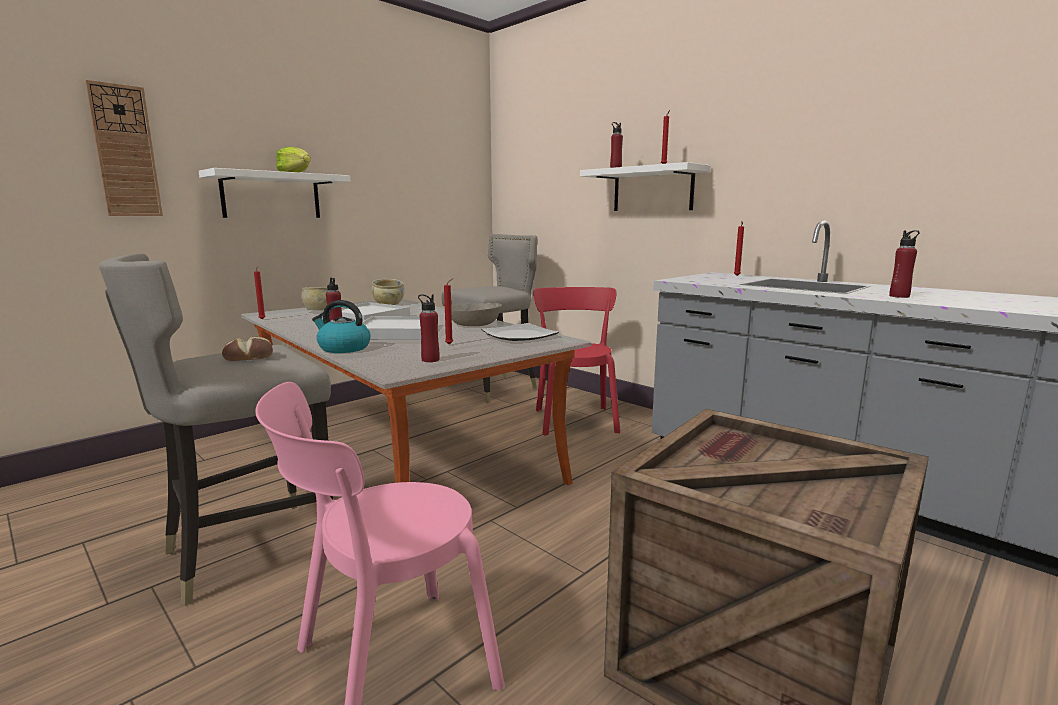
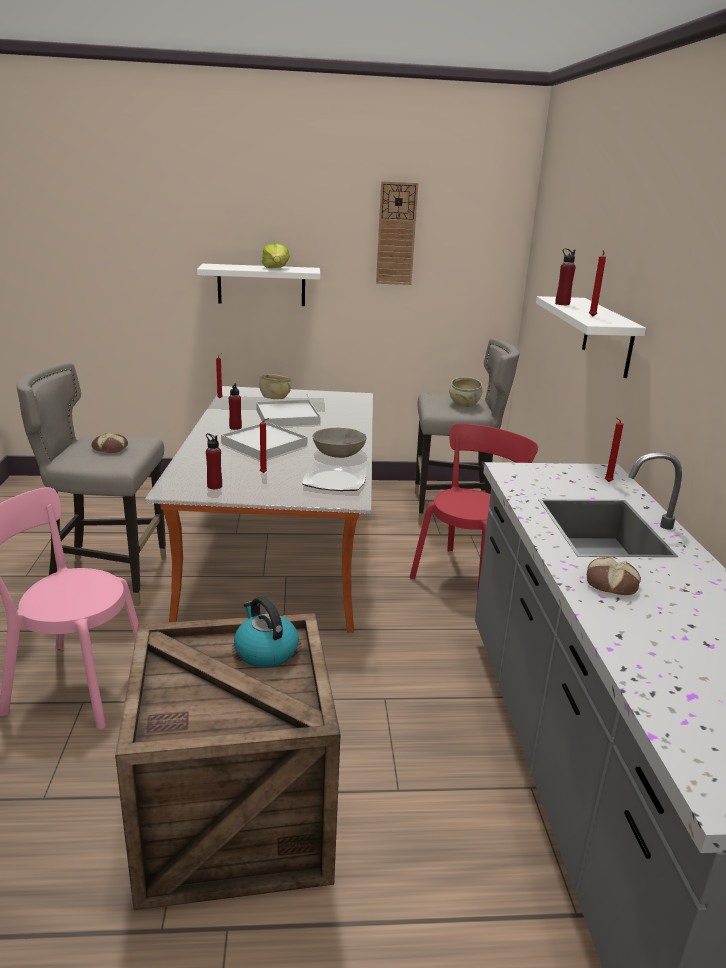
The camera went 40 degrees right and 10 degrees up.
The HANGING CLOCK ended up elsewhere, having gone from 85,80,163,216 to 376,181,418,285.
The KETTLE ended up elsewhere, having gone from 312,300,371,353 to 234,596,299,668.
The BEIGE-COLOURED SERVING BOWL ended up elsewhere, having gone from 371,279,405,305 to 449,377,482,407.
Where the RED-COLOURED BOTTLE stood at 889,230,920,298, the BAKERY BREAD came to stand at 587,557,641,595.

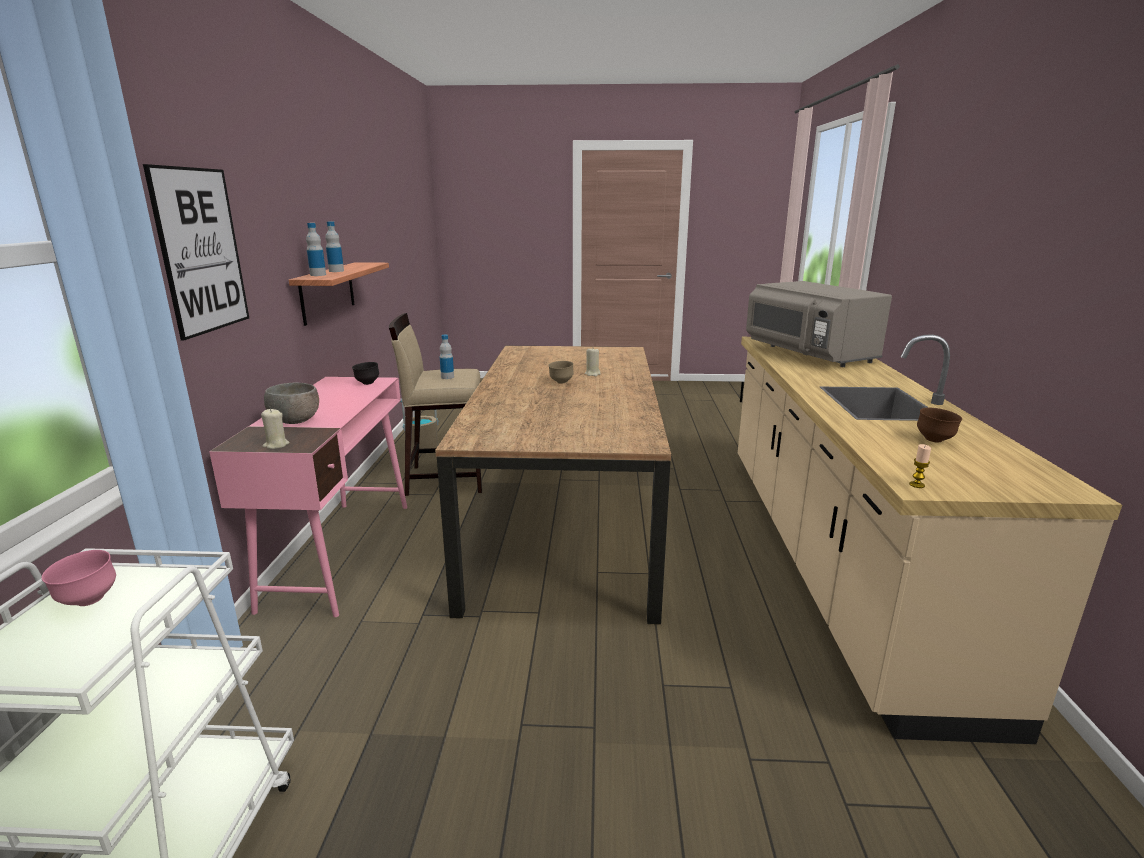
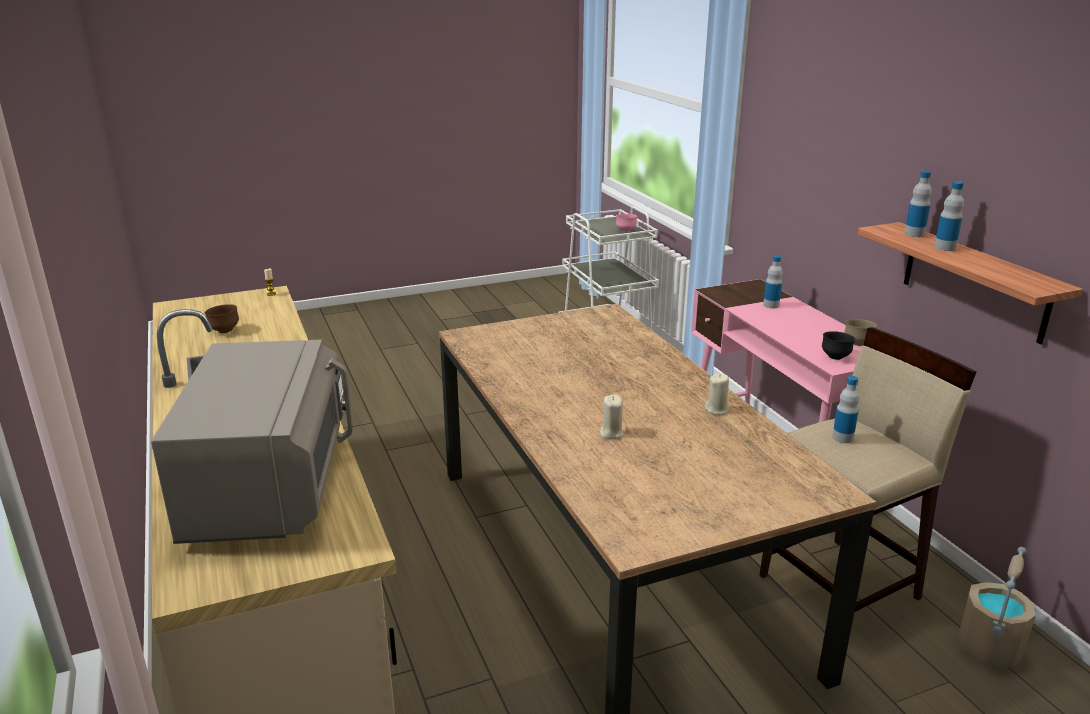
The camera went 155 degrees right and 5 degrees up.
The second view lost the WALL ART at 143,164,249,340.
The BEIGE-COLOURED CANDLE ended up elsewhere, having gone from 261,409,290,449 to 704,374,730,415.
The BROWN-COLOURED SERVING BOWL ended up elsewhere, having gone from 548,361,574,384 to 844,319,877,346.
Where the GREY SERVING BOWL stood at 264,383,319,424, the BOTTLE came to stand at 763,255,783,309.
The GREY KITCHEN MICROWAVE at 746,281,892,367 ended up facing another way, 45 degrees clockwise from before.

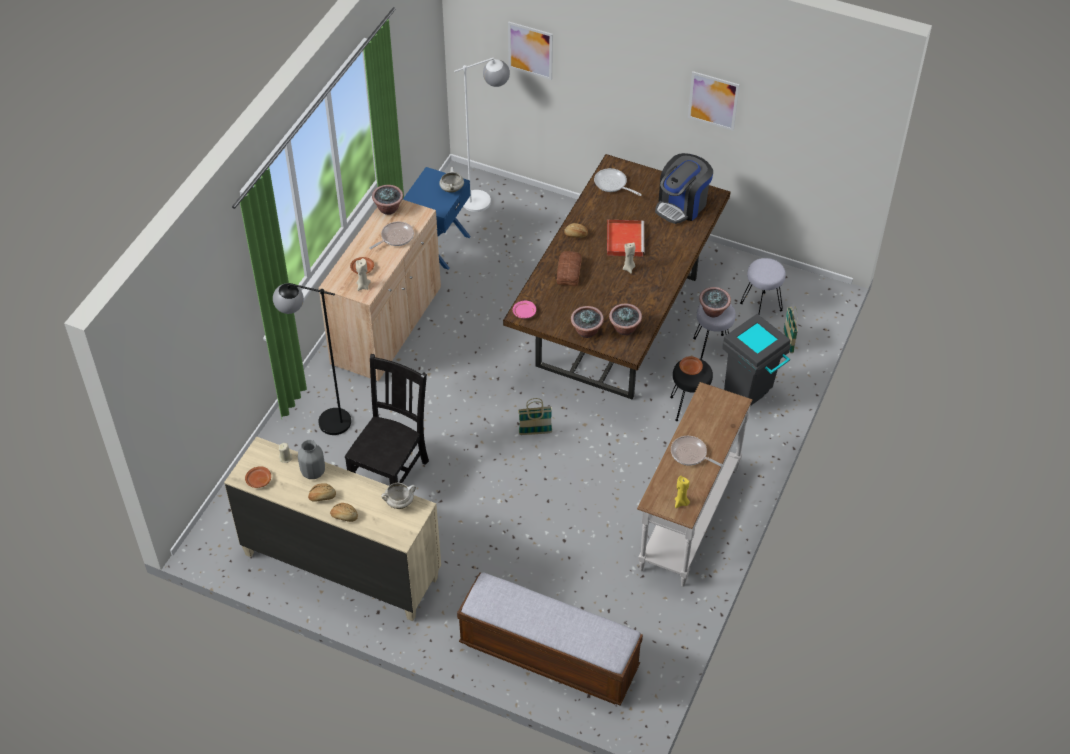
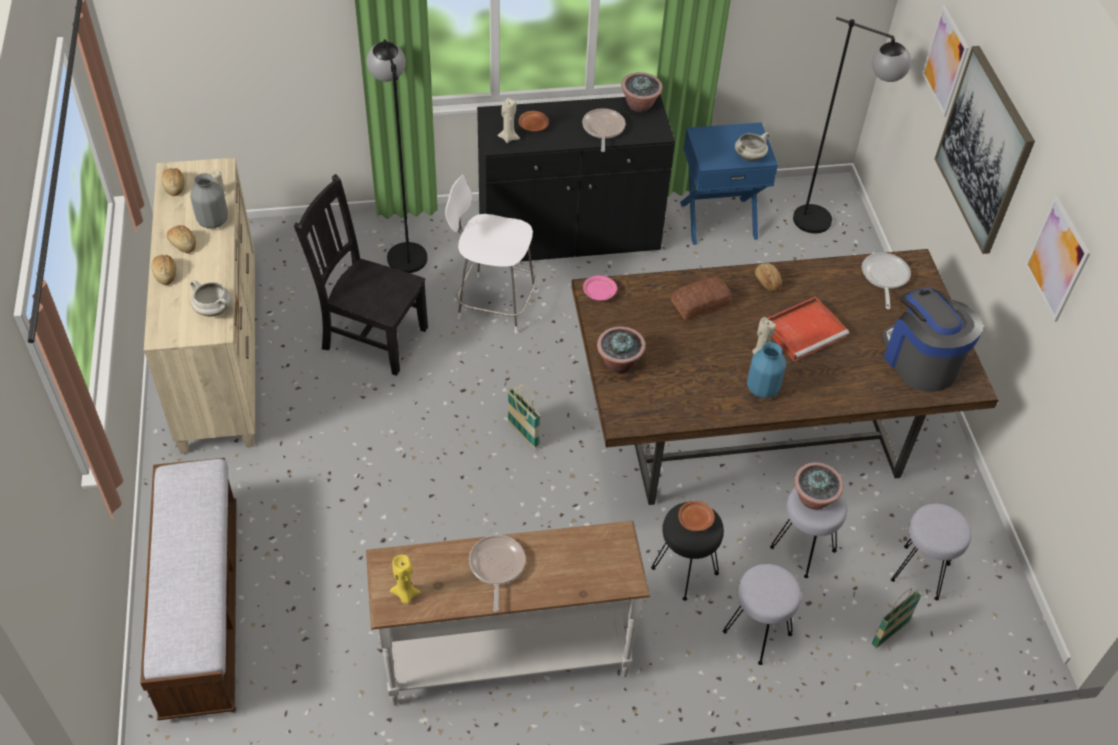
The camera went 55 degrees right and 0 degrees up.
The second view lost the HOUSEPLANT at 609,304,642,335.
The second view gained the WHITISH CHAIR at 445,175,537,333.
The second view gained the BLUE DECORATIVE VASE at 747,342,786,398.
The second view gained the WALL ART at 935,46,1035,254.
Where the BROWN-COLOURED PLATE stood at 245,466,271,488, the BAKERY BREAD came to stand at 161,168,184,196.
Where the GREY TRASH CAN stood at 723,314,791,406, the GREY STOOL came to stand at 723,564,801,665.
What was the BEIGE-COLOURED CABINET at 319,199,441,382 turned into the BLACK CABINET at 477,95,675,261.
What was the WHITISH STANDING LAMP at 454,58,510,212 turned into the BLACK STANDING LAMP at 793,17,911,233.
The BLACK CHAIR at 345,354,429,485 ended up facing another way, 150 degrees counterclockwise from before.
The FRYING PAN at 369,222,414,249 ended up facing another way, 105 degrees counterclockwise from before.
The COFFEE MAKER at 655,153,713,224 ended up facing another way, 60 degrees clockwise from before.

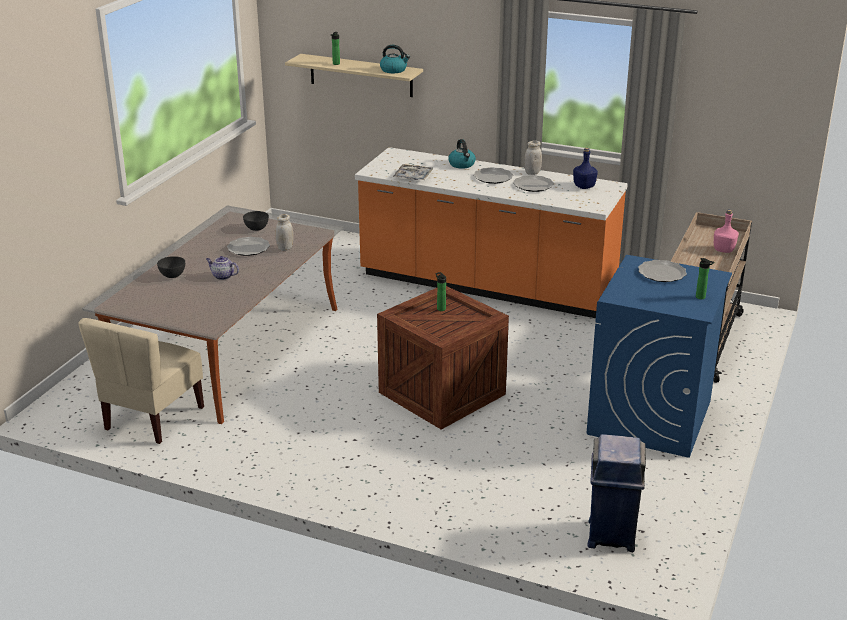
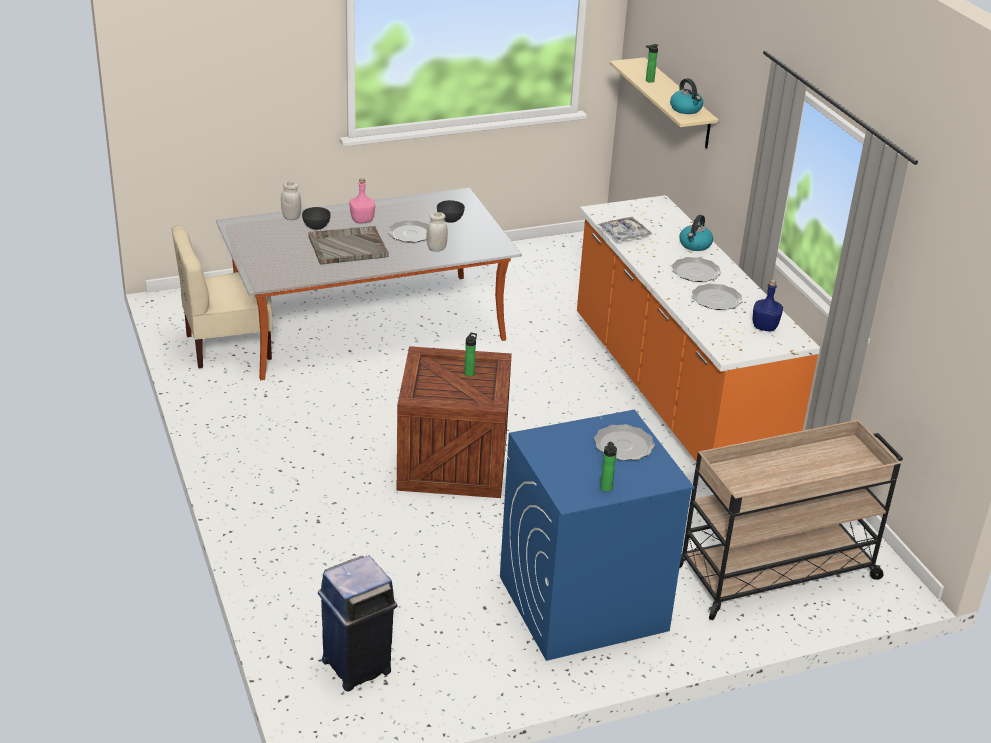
The camera went 45 degrees right and 5 degrees up.
The WHITISH JAR ended up elsewhere, having gone from 524,141,542,175 to 281,181,301,220.
The PINK-COLOURED BOTTLE ended up elsewhere, having gone from 714,210,739,253 to 349,178,375,223.
Where the POT FOR TEA stood at 206,256,239,280, the GREY TRAY came to stand at 308,226,389,265.

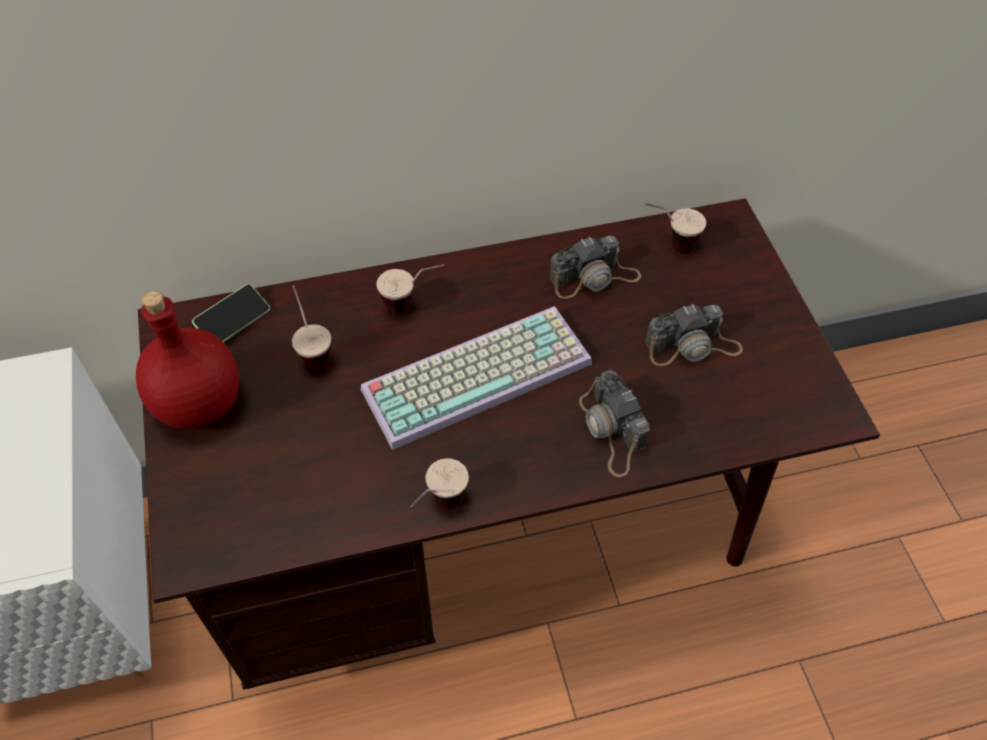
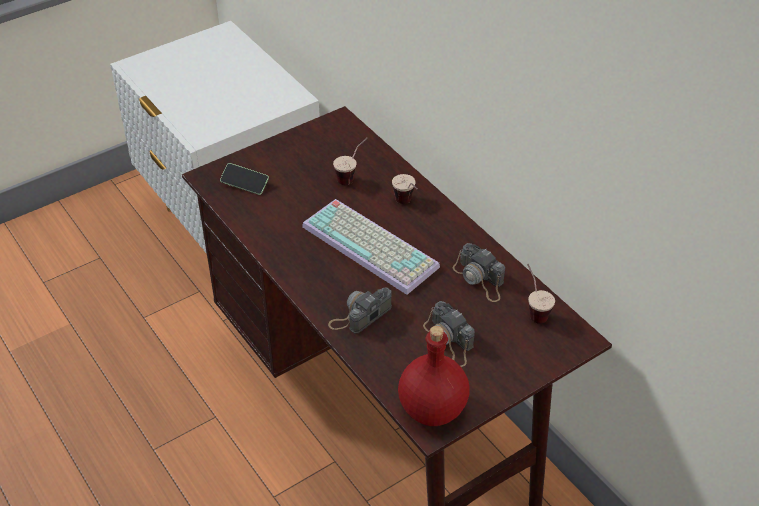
The camera went 70 degrees right and 10 degrees down.
The second view lost the SMALL CUP at 410,458,469,509.
The RED-COLOURED BOTTLE ended up elsewhere, having gone from 136,291,239,429 to 398,326,470,426.
The PHONE ended up elsewhere, having gone from 192,284,270,342 to 220,163,269,195.

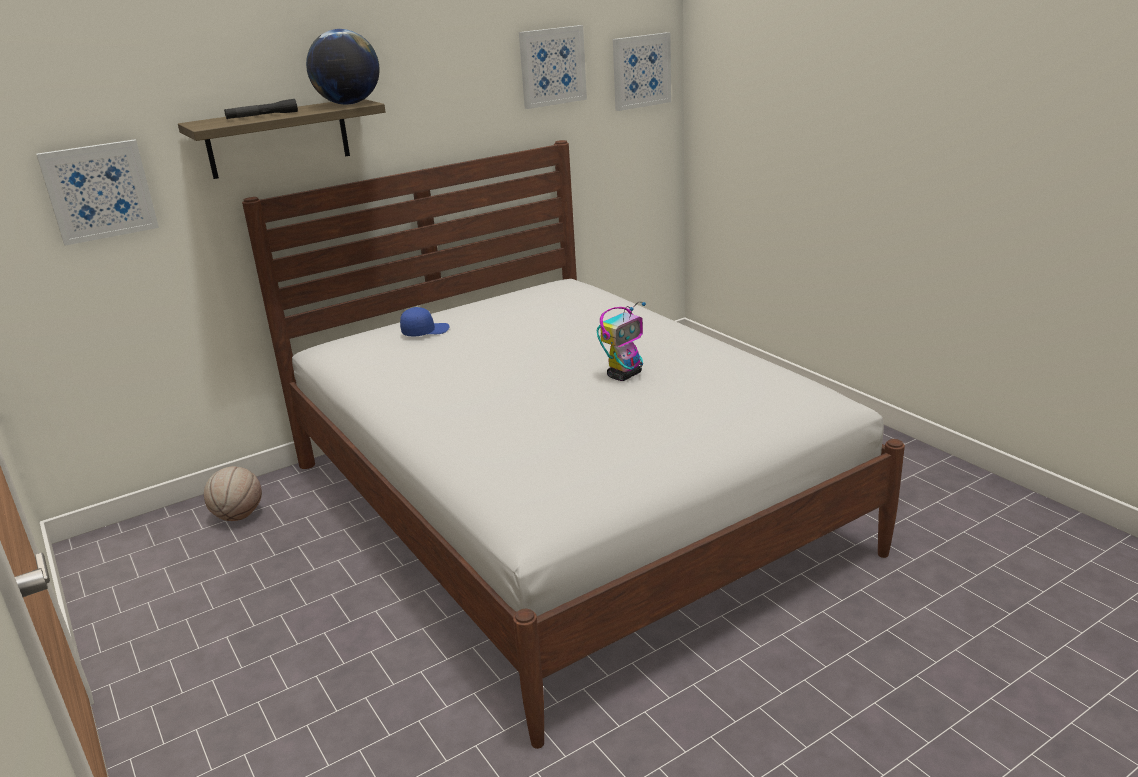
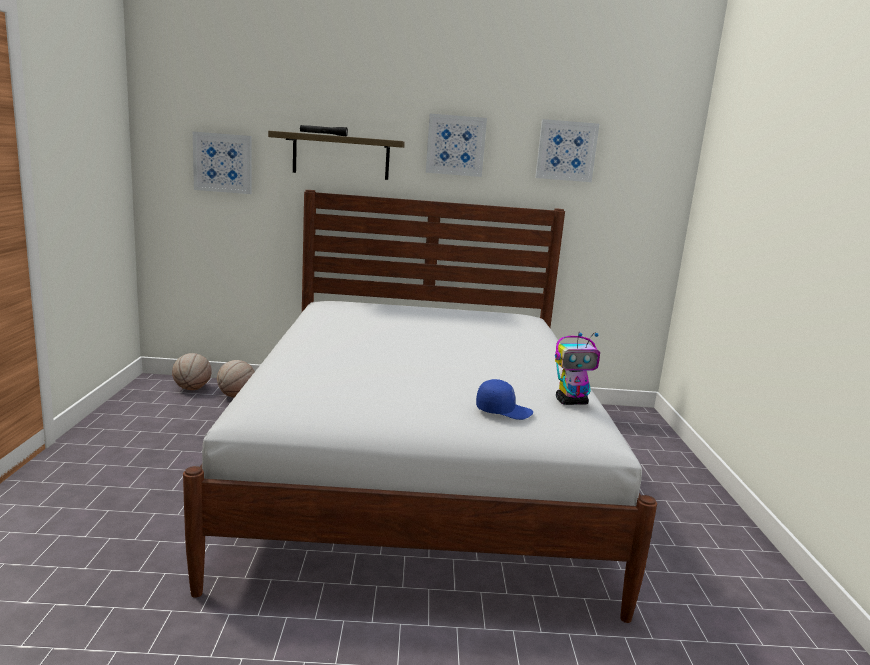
The camera went 30 degrees right and 10 degrees down.
The second view lost the DESK GLOBE at 306,29,380,105.
The second view gained the BALL FOR BASKETBALL at 172,353,212,390.
The BLUE PEAKED CAP ended up elsewhere, having gone from 400,307,450,336 to 476,379,533,420.
The TOY ROBOT ended up elsewhere, having gone from 597,302,646,381 to 555,332,600,405.
The WALL ART ended up elsewhere, having gone from 613,32,671,111 to 426,113,487,177.

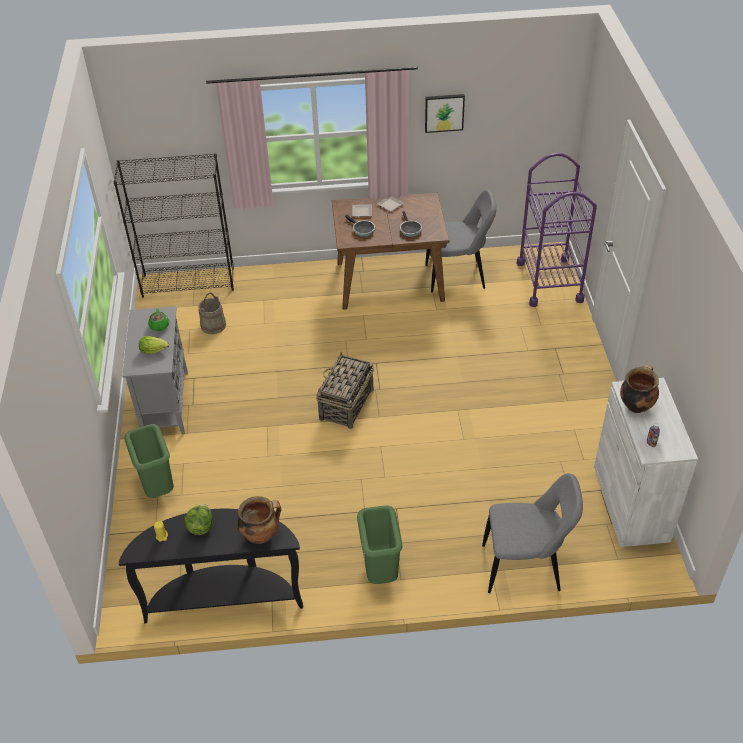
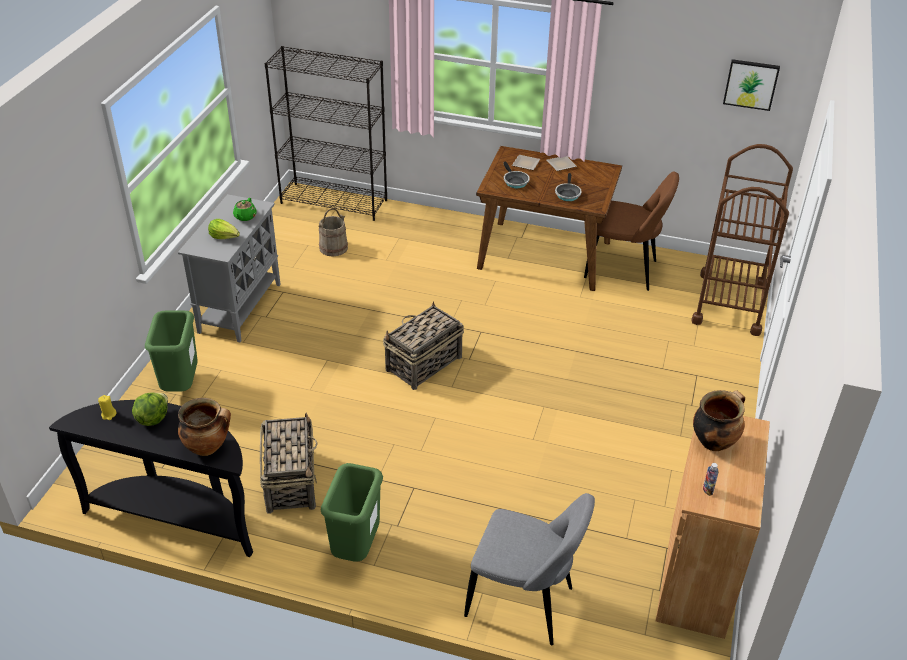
The camera went 20 degrees right and 5 degrees down.
The second view gained the STORAGE BASKET at 260,413,318,514.
The WALL ART ended up elsewhere, having gone from 425,94,465,133 to 723,59,780,111.
What was the GREY CHAIR at 425,189,496,293 turned into the BROWN-COLOURED CHAIR at 584,172,679,291.
What was the PURPLE-COLOURED CART at 517,153,597,307 turned into the BROWN-COLOURED CART at 691,144,793,336.
What was the WHITISH CABINET at 594,378,698,547 turned into the BROWN-COLOURED CABINET at 655,416,770,639.

